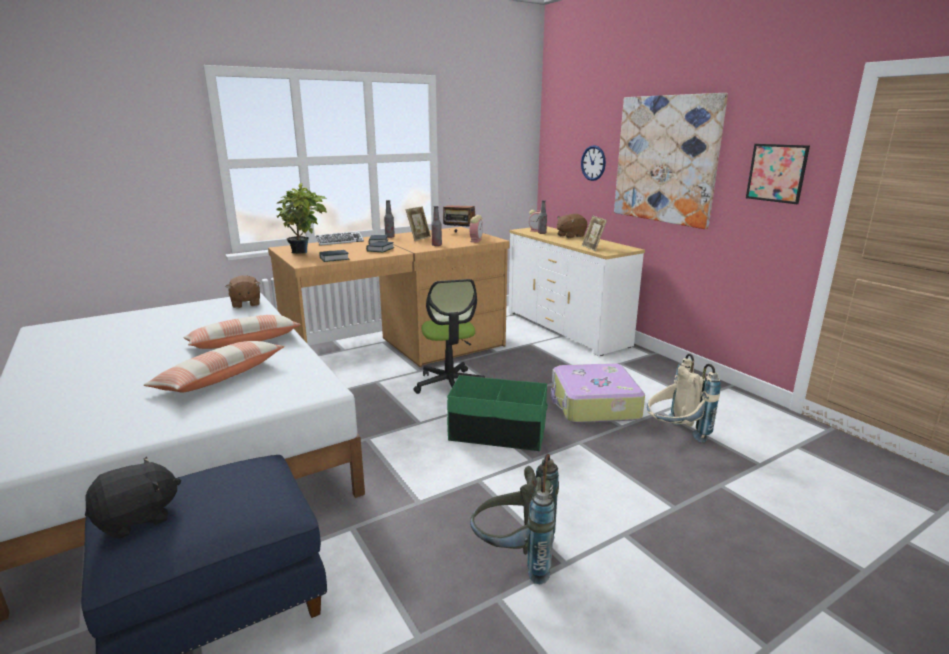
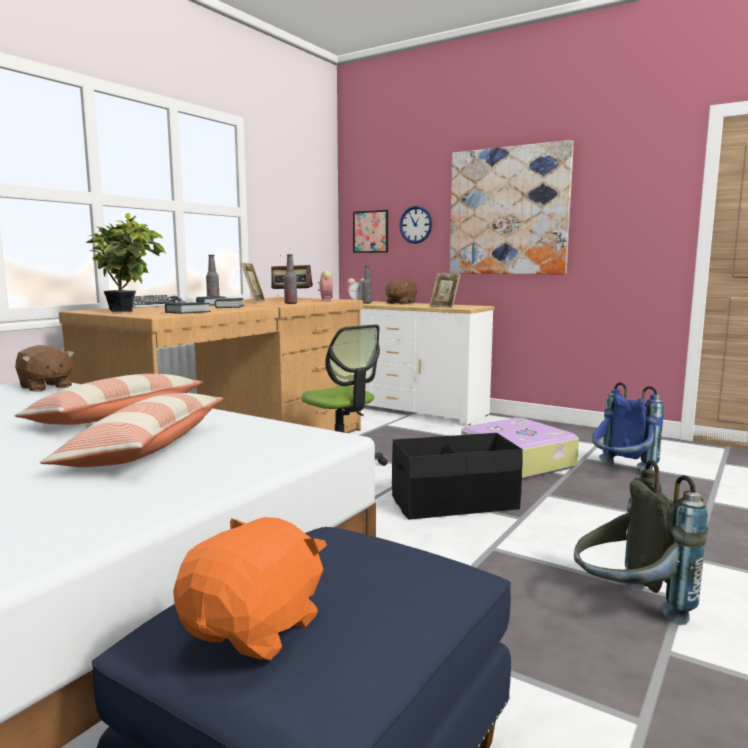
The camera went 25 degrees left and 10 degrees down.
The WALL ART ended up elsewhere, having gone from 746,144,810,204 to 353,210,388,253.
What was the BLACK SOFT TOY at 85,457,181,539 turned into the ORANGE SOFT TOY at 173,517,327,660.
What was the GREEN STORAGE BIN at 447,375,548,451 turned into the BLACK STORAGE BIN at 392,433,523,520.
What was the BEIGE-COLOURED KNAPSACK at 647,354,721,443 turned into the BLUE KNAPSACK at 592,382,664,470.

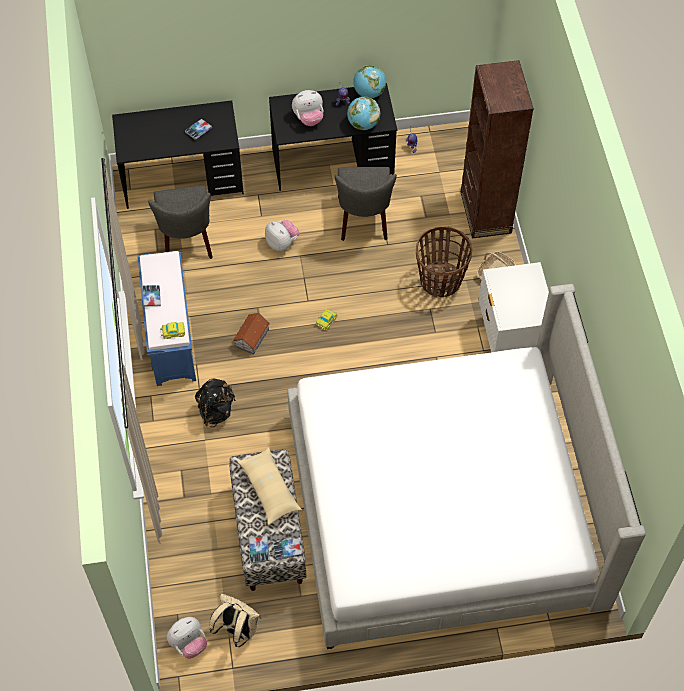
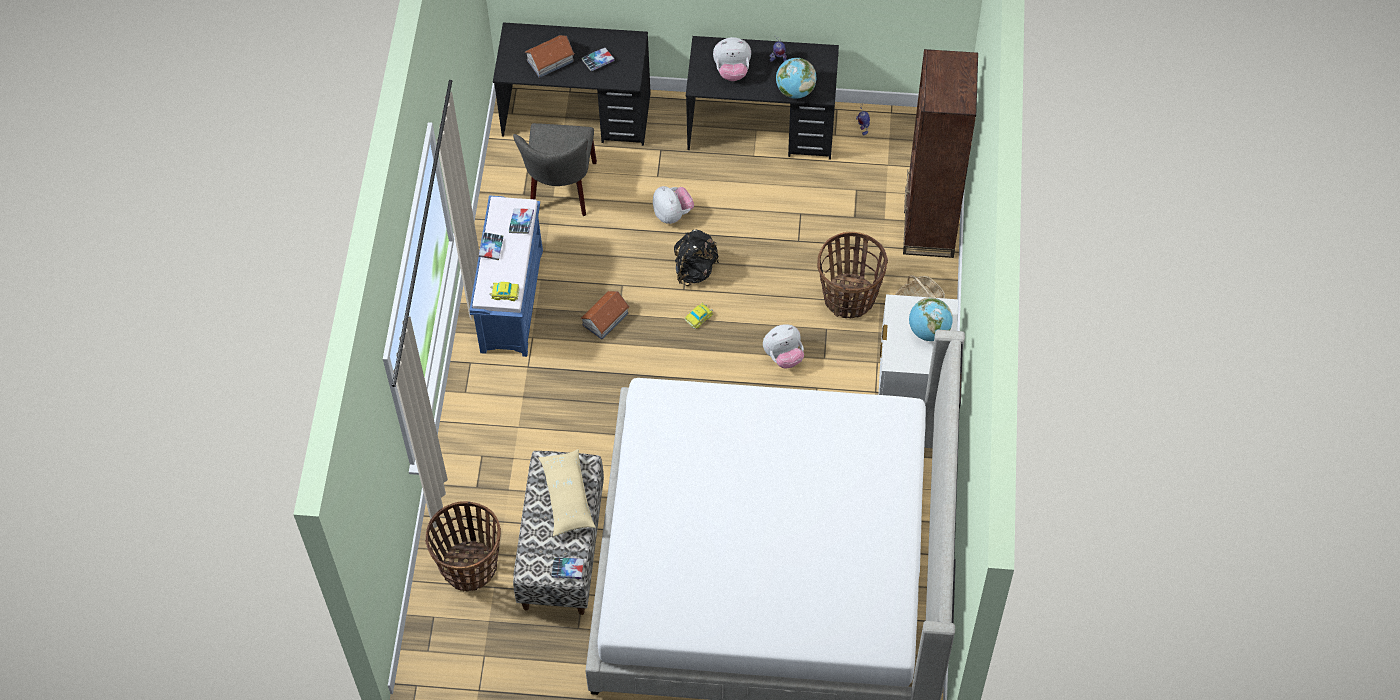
The camera went 15 degrees right and 0 degrees up.
The second view lost the BEIGE-COLOURED KNAPSACK at 210,594,262,647.
The second view lost the GREY CHAIR at 335,167,397,241.
The second view gained the STORAGE BASKET at 425,501,501,592.
The second view gained the TOY HOUSE at 525,35,575,78.
The SOFT TOY ended up elsewhere, having gone from 167,617,207,659 to 763,324,804,368.
The BLACK KNAPSACK ended up elsewhere, having gone from 195,379,235,427 to 674,230,719,286.
The BOUND BOOK ended up elsewhere, having gone from 249,536,270,564 to 509,208,534,234.
The DESK GLOBE ended up elsewhere, having gone from 353,65,386,98 to 909,297,953,341.

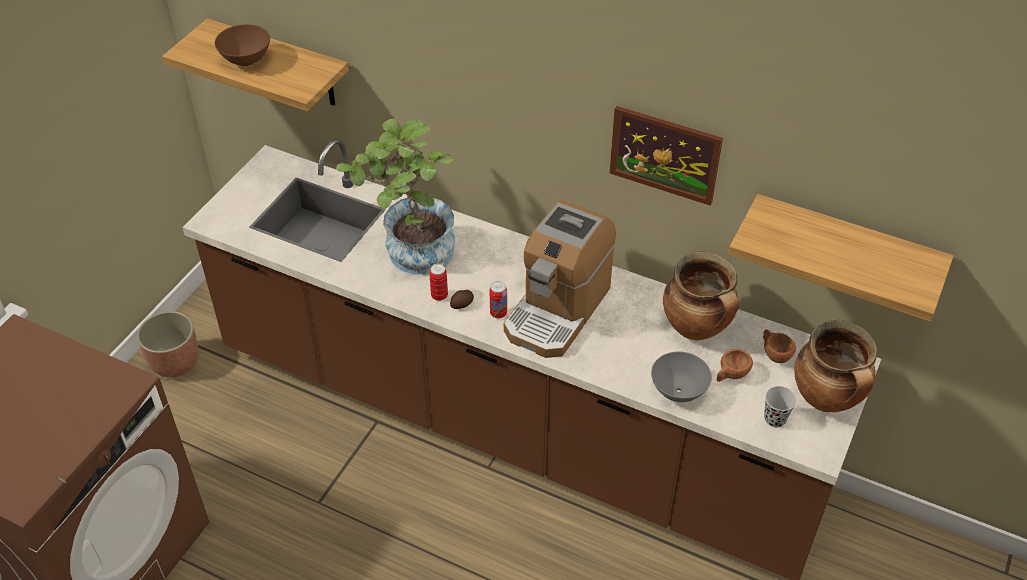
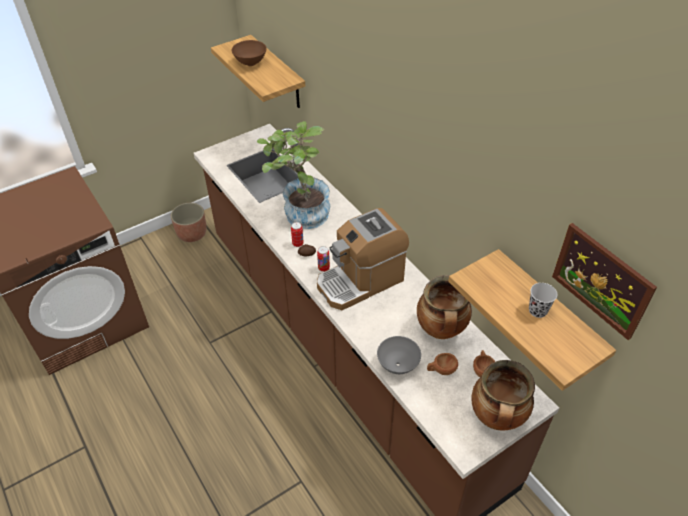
The camera went 30 degrees right and 0 degrees up.
The WALL ART ended up elsewhere, having gone from 609,106,723,206 to 552,223,657,340.
The BLACK SMALL CUP ended up elsewhere, having gone from 764,386,797,428 to 529,283,557,318.

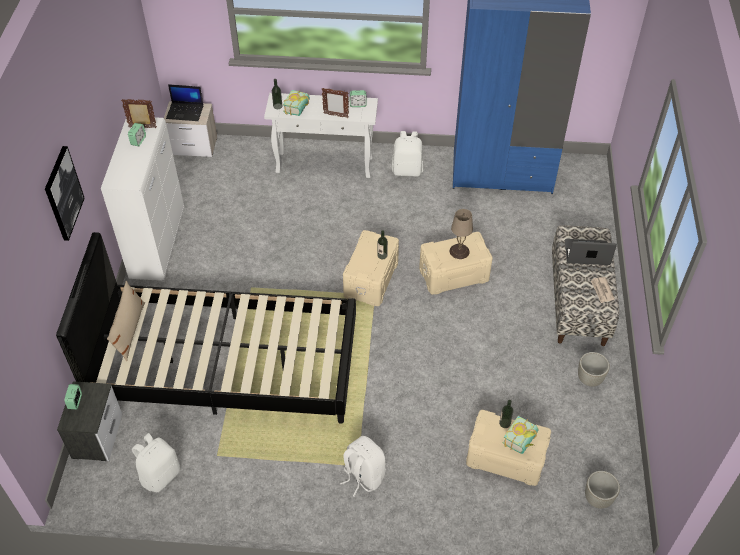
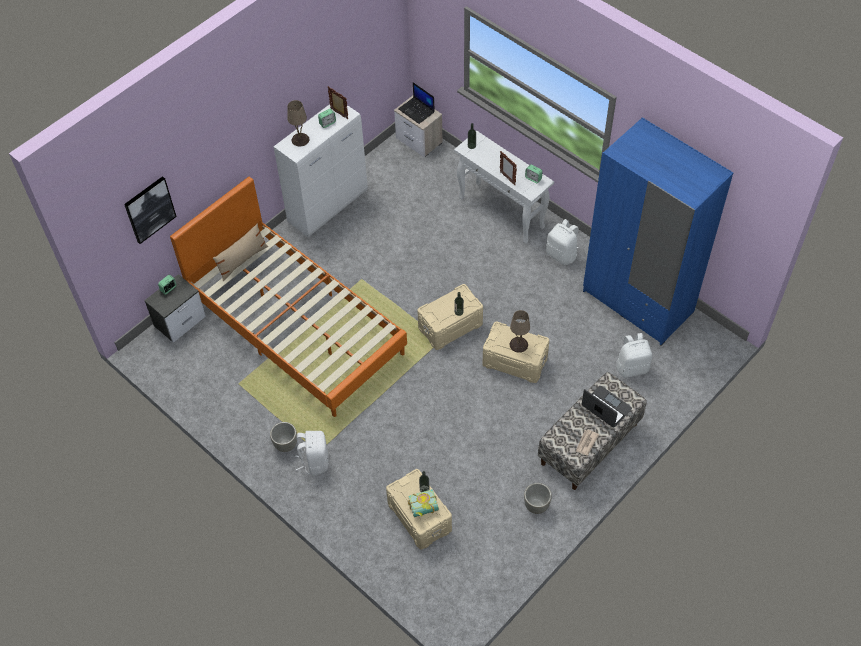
The camera went 40 degrees right and 5 degrees up.
The second view lost the BOUND BOOK at 283,90,310,116.
The second view gained the BEIGE-COLOURED TABLETOP LAMP at 287,100,309,147.
The WALL ART ended up elsewhere, having gone from 45,146,85,241 to 124,176,177,244.
The WHITISH KNAPSACK ended up elsewhere, having gone from 132,433,180,492 to 616,333,653,378.
The GREY PLANTER ended up elsewhere, having gone from 585,471,620,509 to 270,422,297,452.
What was the BLACK SLEEPING BED at 56,232,356,424 turned into the ORANGE SLEEPING BED at 170,177,407,417.

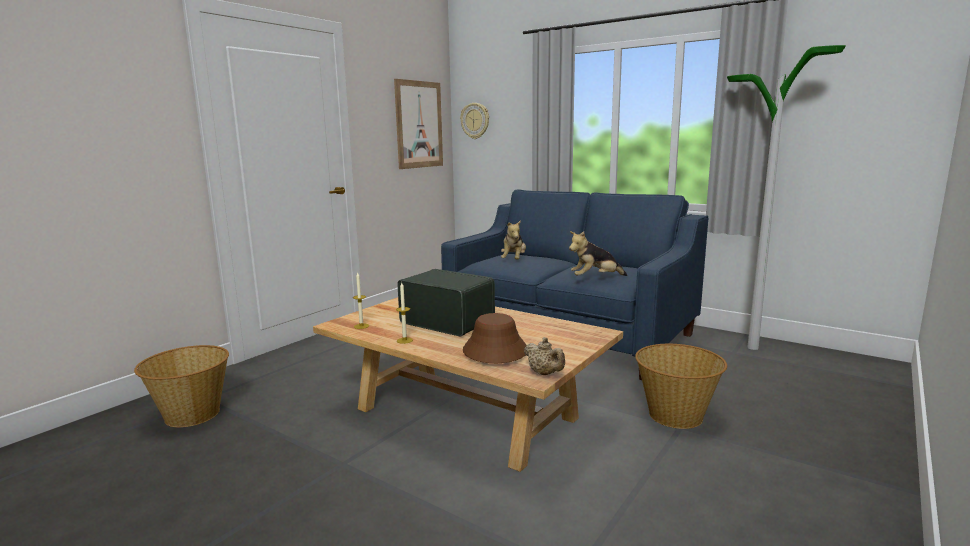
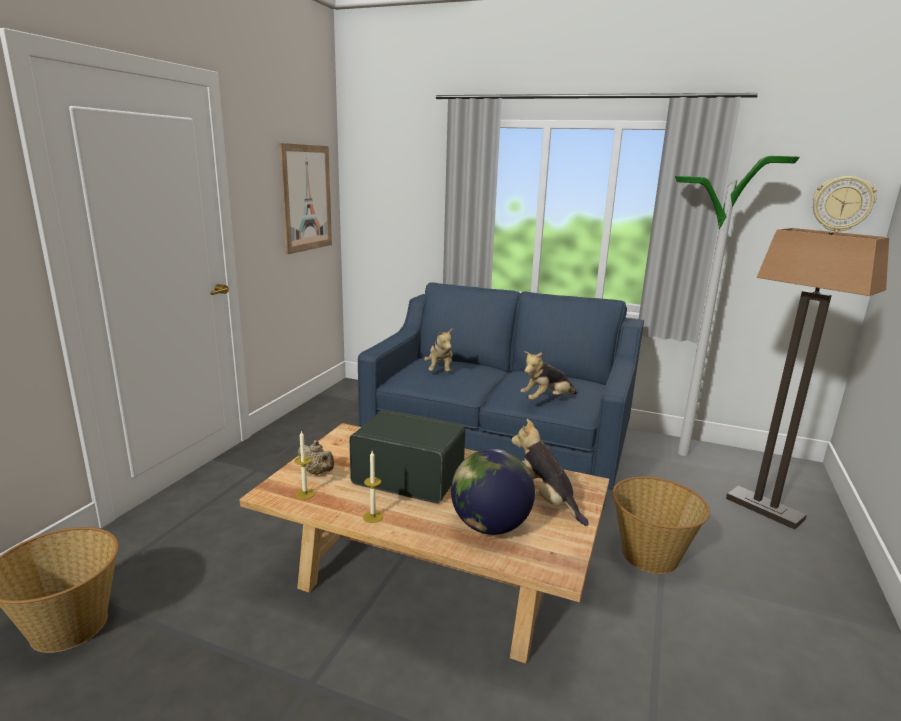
The camera went 15 degrees left and 5 degrees up.
The second view gained the SOFT TOY at 511,419,589,526.
The second view gained the STANDING LAMP at 726,228,889,530.
The HANGING CLOCK ended up elsewhere, having gone from 460,103,489,139 to 813,176,877,232.
The BEIGE-COLOURED POT FOR TEA ended up elsewhere, having gone from 524,337,565,375 to 298,440,334,475.
Where the BROWN-COLOURED HAT stood at 463,313,526,363, the DESK GLOBE came to stand at 451,449,535,535.

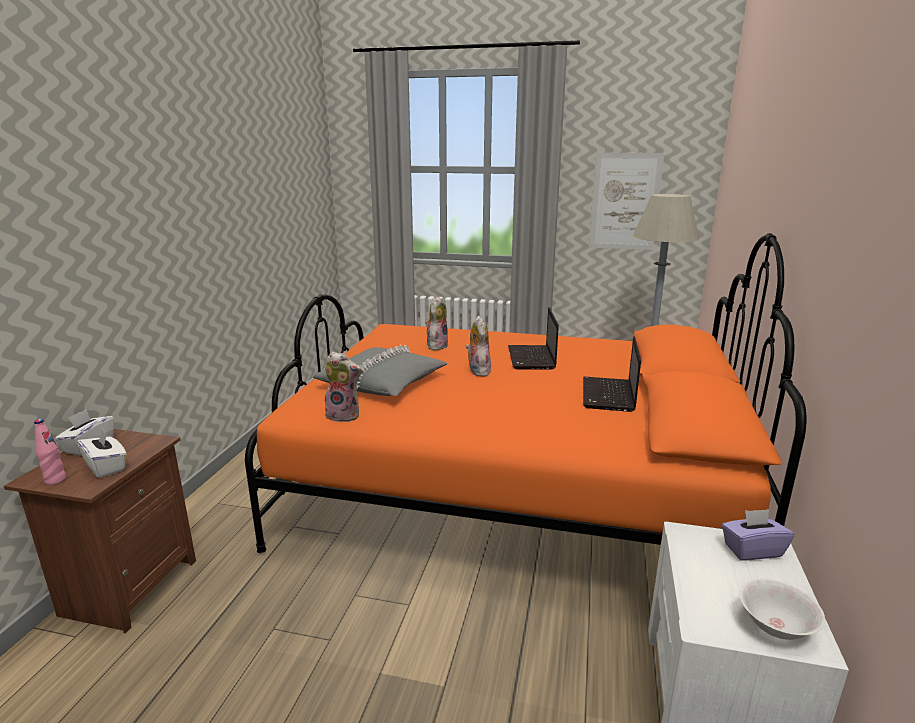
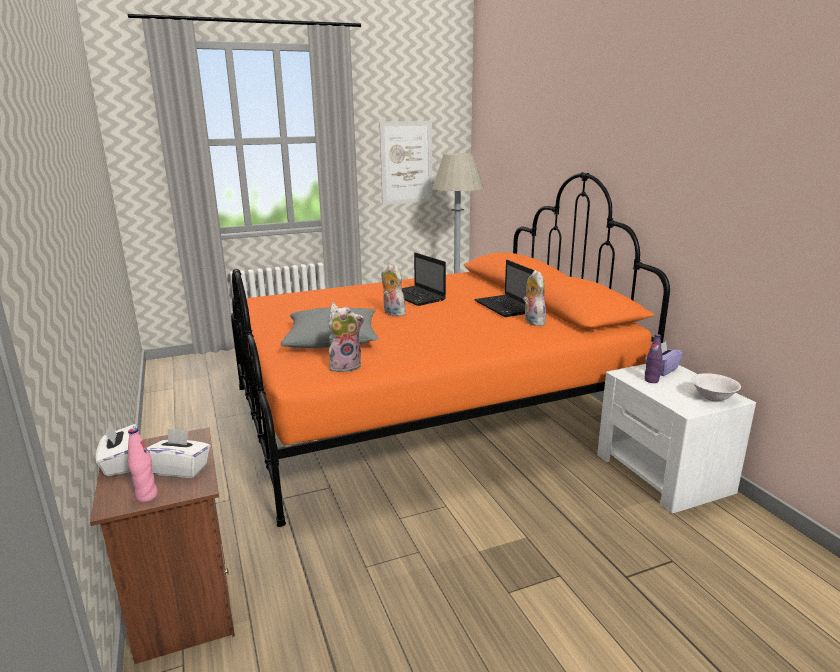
The camera went 35 degrees left and 0 degrees up.
The second view gained the PURPLE-COLOURED BOTTLE at 644,334,662,383.
The SOFT TOY ended up elsewhere, having gone from 425,296,449,350 to 523,270,546,326.

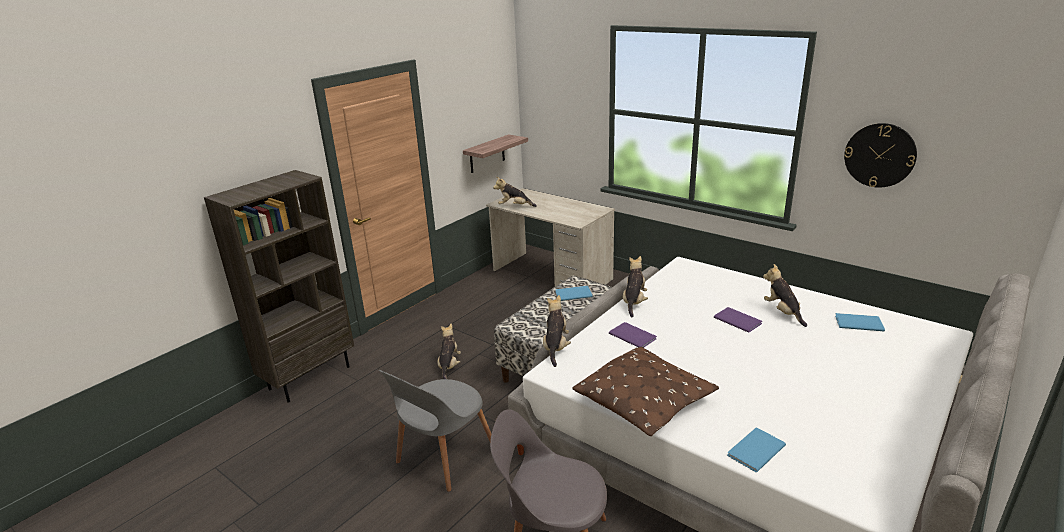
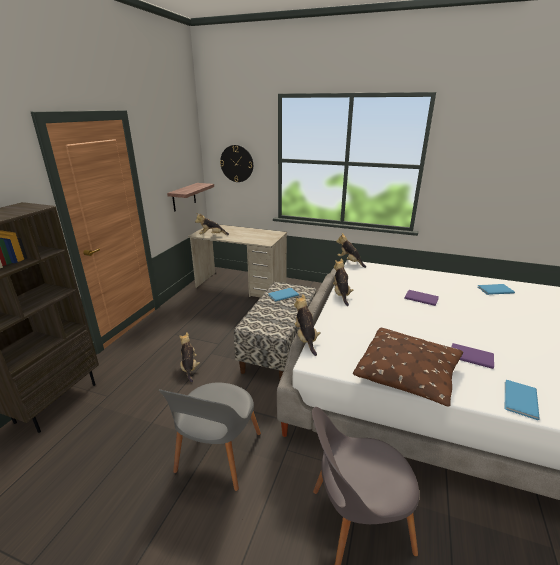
The camera went 20 degrees left and 0 degrees up.
The PURPLE-COLOURED BOUND BOOK ended up elsewhere, having gone from 609,322,657,348 to 452,343,494,369.
The SOFT TOY ended up elsewhere, having gone from 763,264,807,327 to 336,233,366,268.
The HANGING CLOCK ended up elsewhere, having gone from 844,123,917,188 to 220,145,253,182.

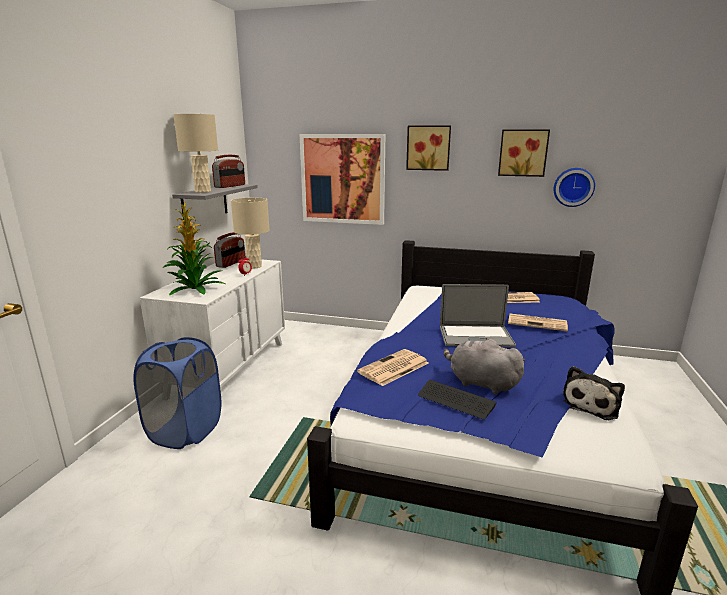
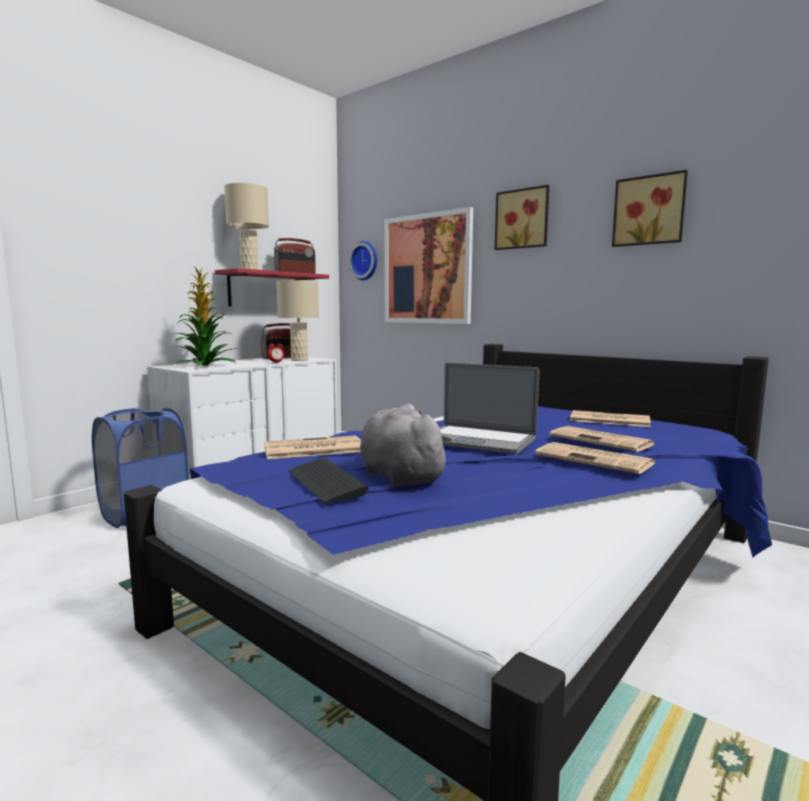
The camera went 25 degrees right and 10 degrees down.
The second view lost the SOFT TOY at 563,366,625,420.
The second view gained the PRINTED PAPER at 535,442,655,474.
The HANGING CLOCK ended up elsewhere, having gone from 553,168,595,207 to 349,241,377,280.
What was the GREY BRACKET SHELF at 172,184,258,223 turned into the RED-COLOURED BRACKET SHELF at 215,268,329,306.

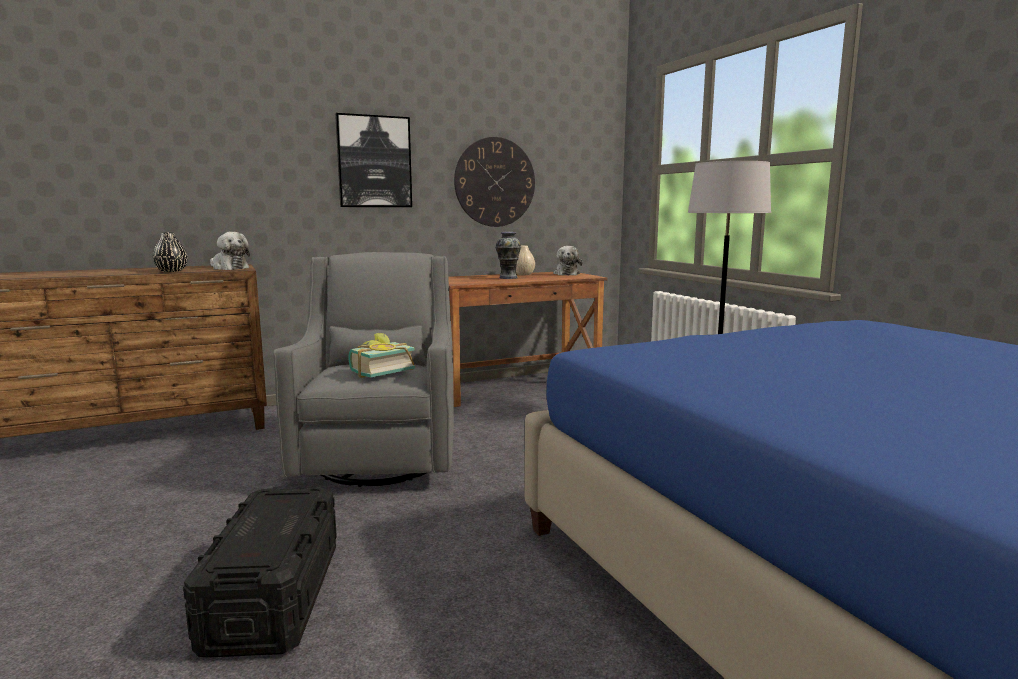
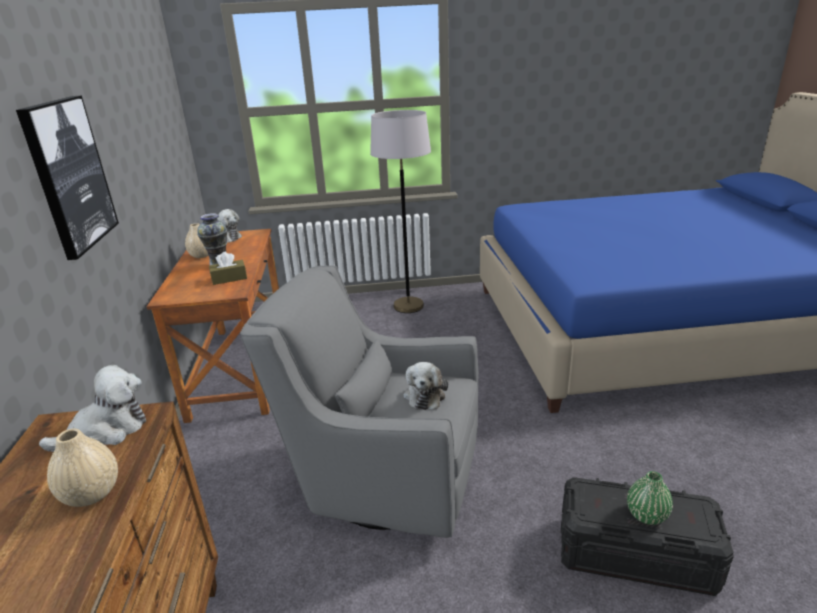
The camera went 70 degrees left and 15 degrees up.
The second view lost the HANGING CLOCK at 454,137,535,227.
The second view gained the BROWN-COLOURED TISSUE BOX at 209,252,247,285.
The second view gained the GREEN DECORATIVE VASE at 627,471,673,525.
Where the BOUND BOOK stood at 348,333,415,378, the SOFT TOY came to stand at 404,362,448,410.
What was the BLACK DECORATIVE VASE at 153,232,188,272 turned into the BEIGE-COLOURED DECORATIVE VASE at 47,429,118,507.

